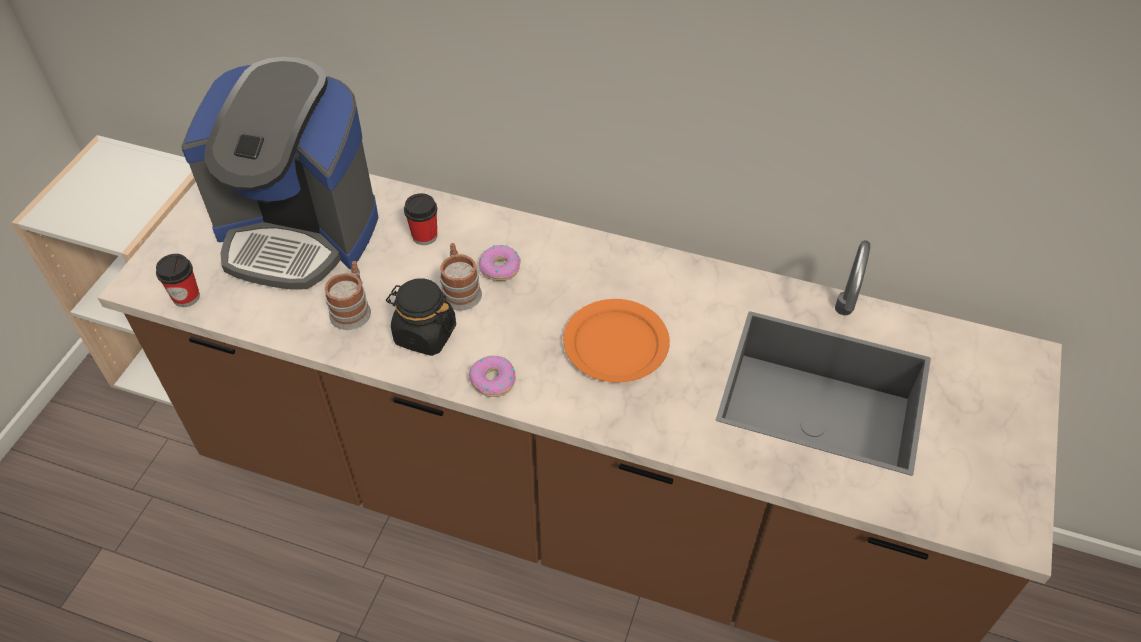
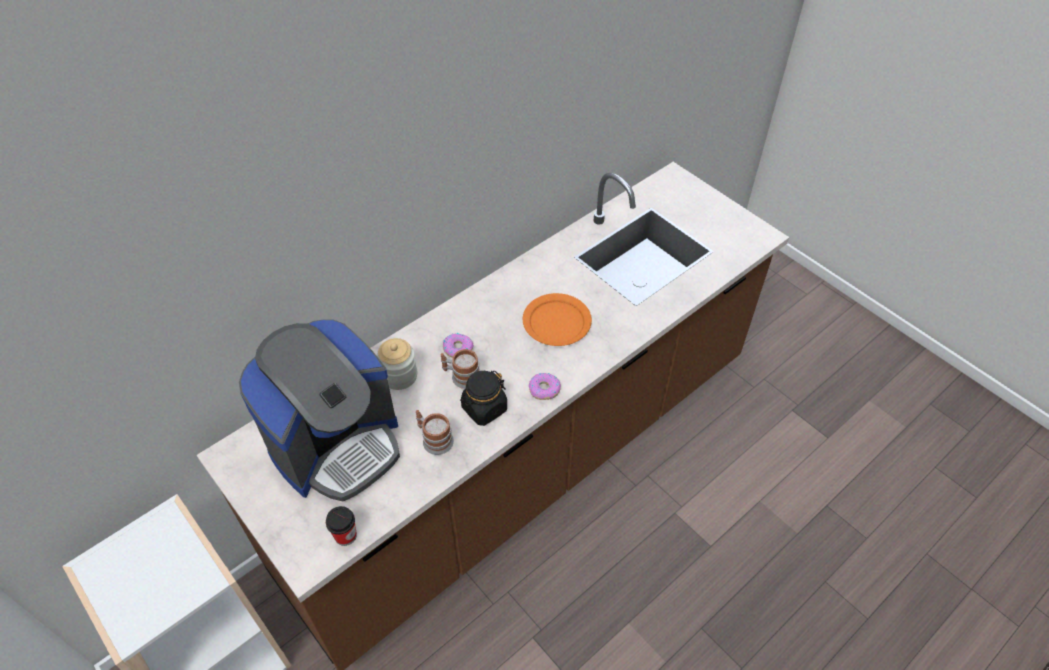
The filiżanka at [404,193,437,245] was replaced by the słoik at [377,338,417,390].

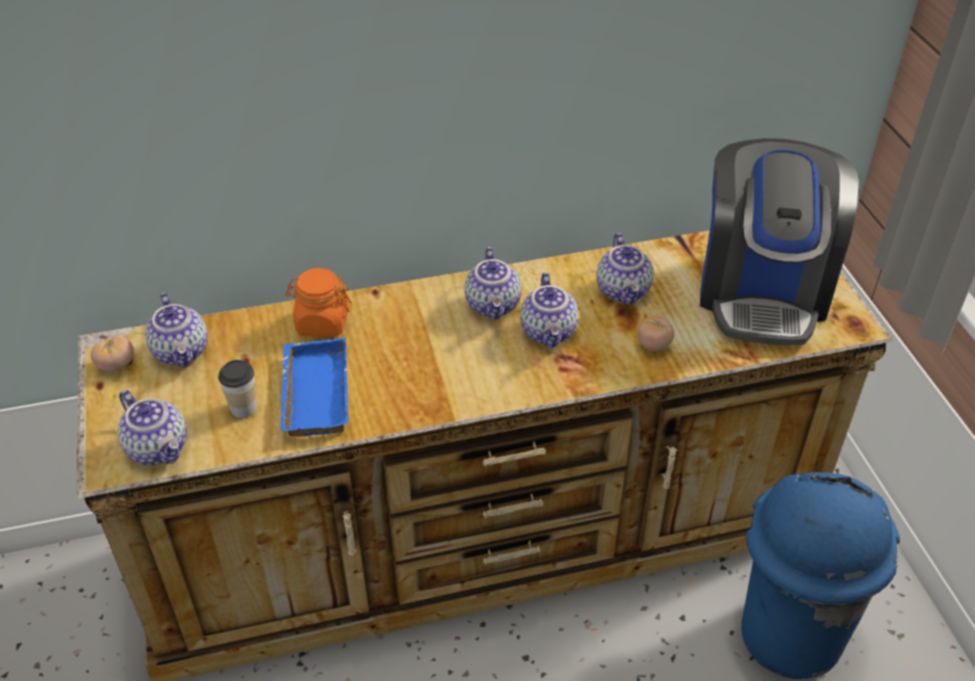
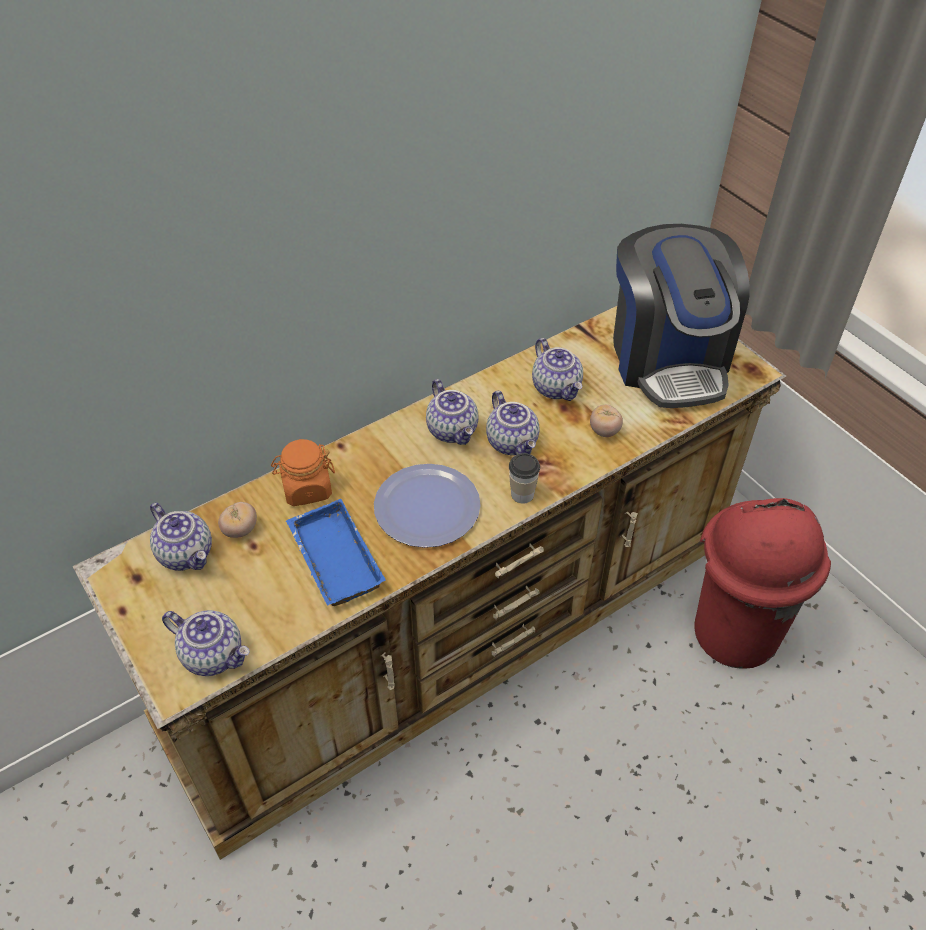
The talerz at [374,464,481,548] appeared. The pomidor moved from [91,336,134,371] to [218,502,257,538]. The filiżanka moved from [218,360,257,418] to [509,453,540,504]. The kosz na śmieci/niebieski at [741,472,900,679] became the kosz na śmieci/czerwony at [694,498,831,669].

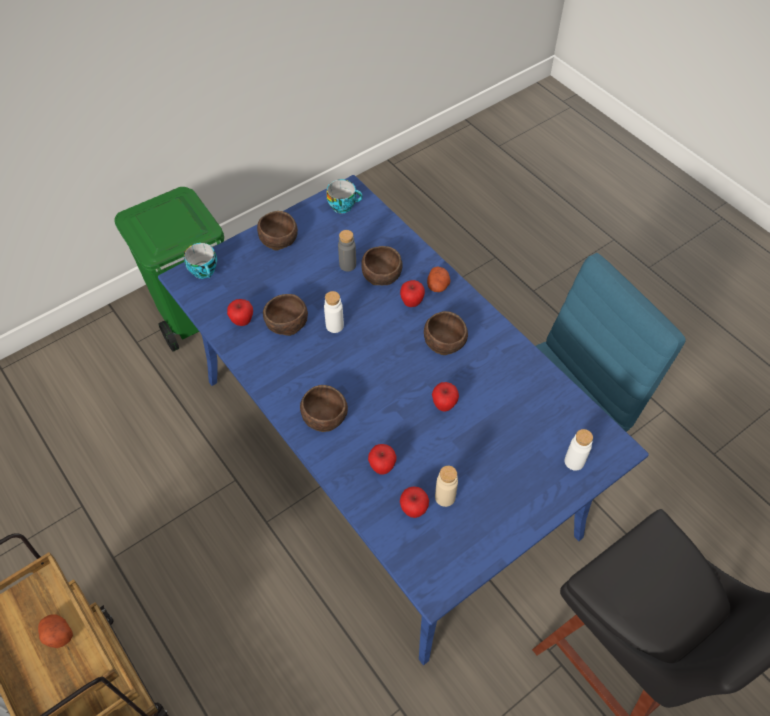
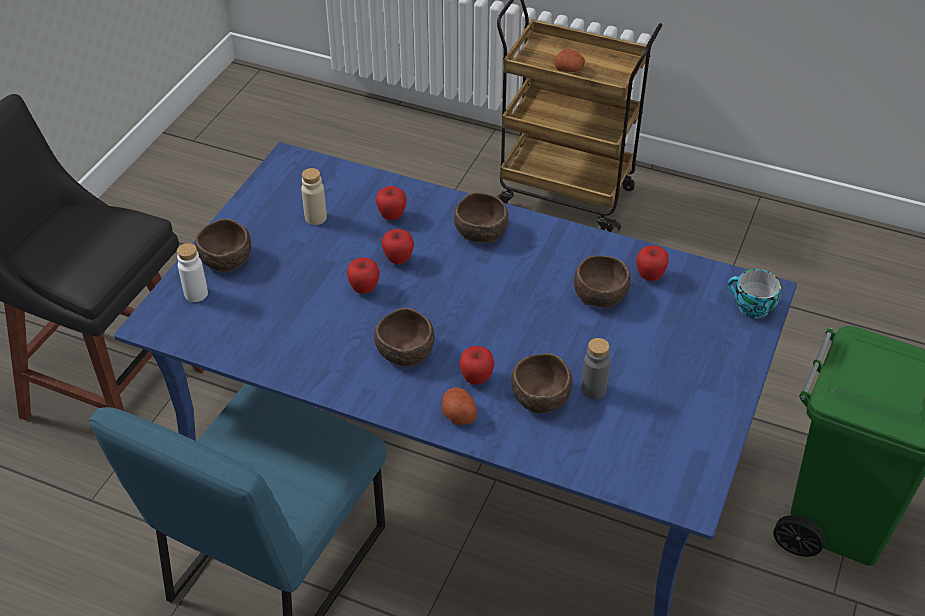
The butelka/biały at [324,291,344,333] disappeared. The filiżanka at [326,179,363,213] disappeared. The miska/brązowy moved from [257,211,298,250] to [195,219,251,272]. The jabłko moved from [400,487,429,518] to [382,229,414,264].

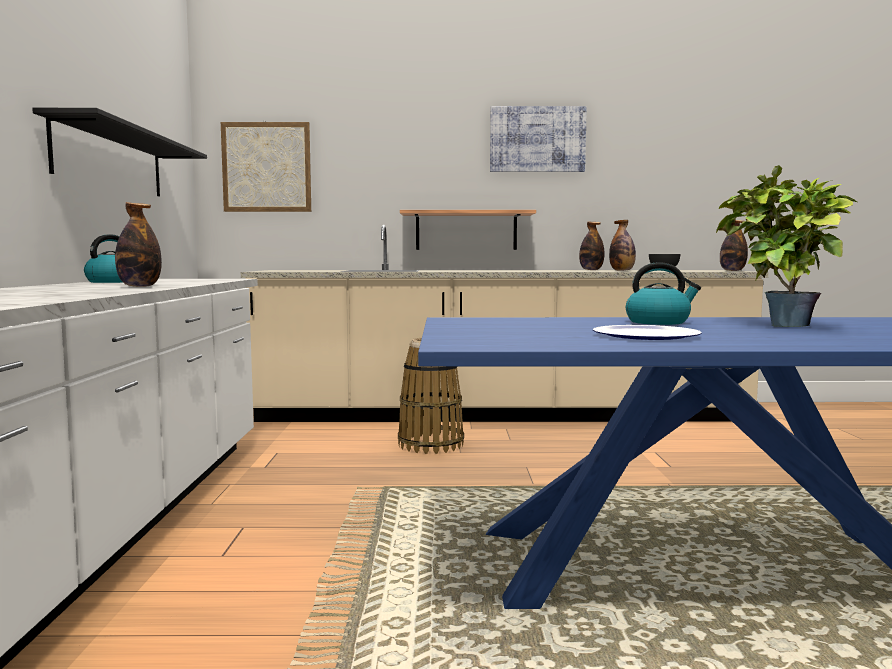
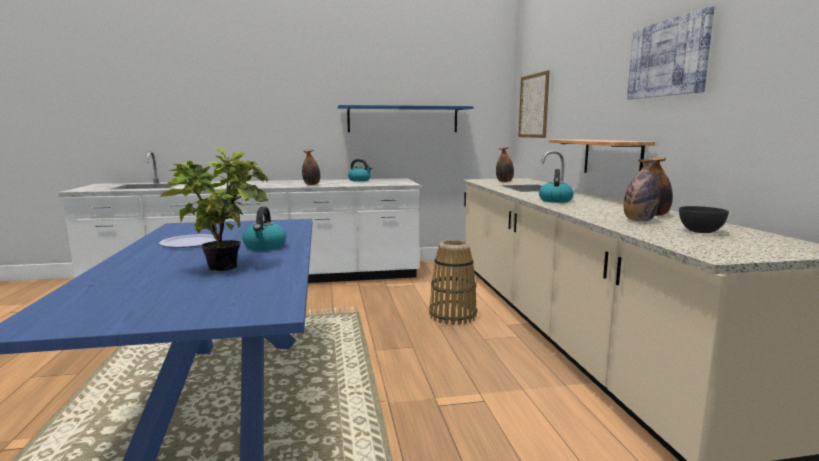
The czajnik at [539,169,574,203] appeared. The butelka moved from [720,220,748,271] to [496,147,514,182]. The półka/czarny at [32,108,207,196] became the półka/niebieski at [338,105,474,132].

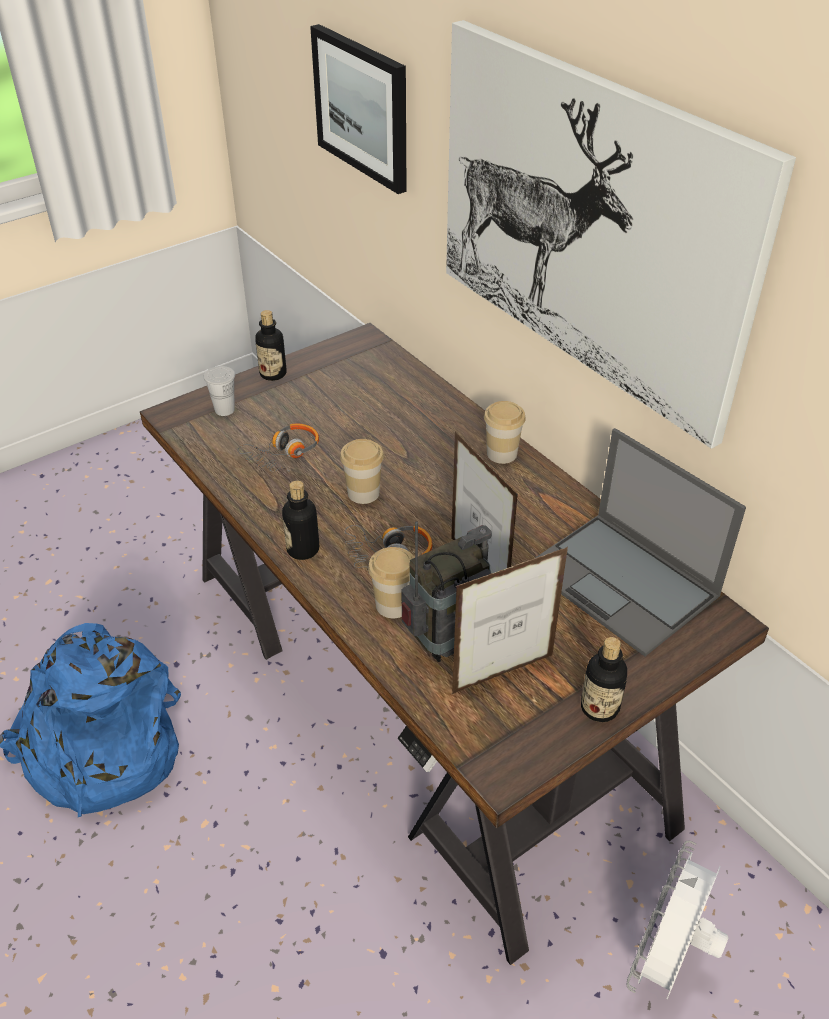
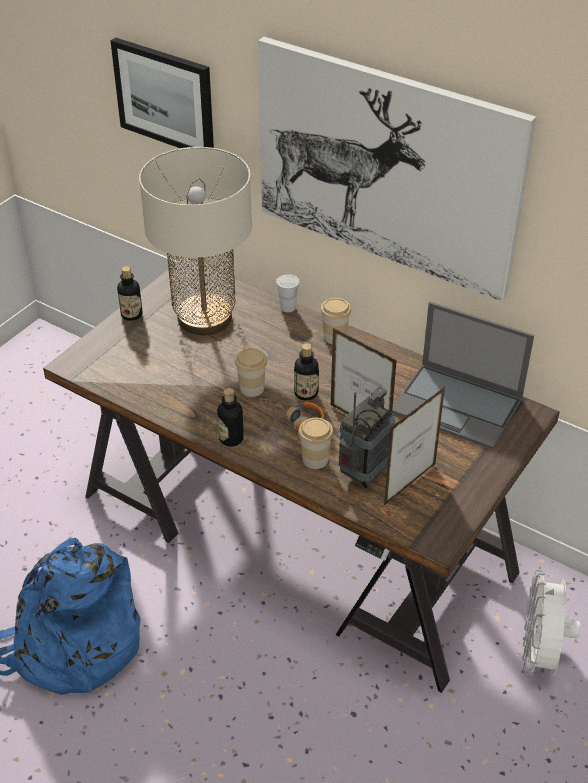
The słuchawki at [237,424,319,472] disappeared. The lampa stołowa at [139,147,252,335] appeared. The filiżanka/biały moved from [204,366,235,416] to [276,275,300,312]. The butelka moved from [581,637,627,722] to [294,343,319,401].

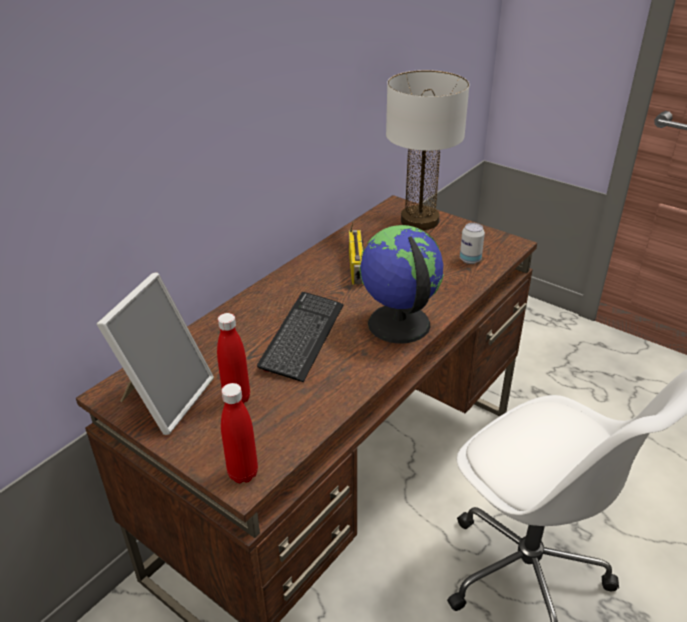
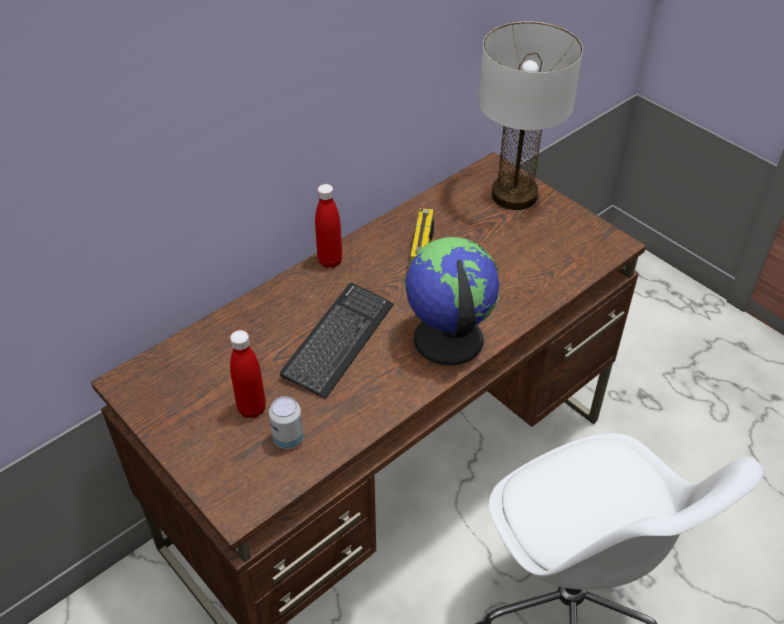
The ramka na zdjęcie at [97,272,214,435] disappeared. The butelka/czerwony moved from [221,383,258,483] to [315,184,342,268]. The puszka moved from [460,223,485,264] to [269,396,304,449].

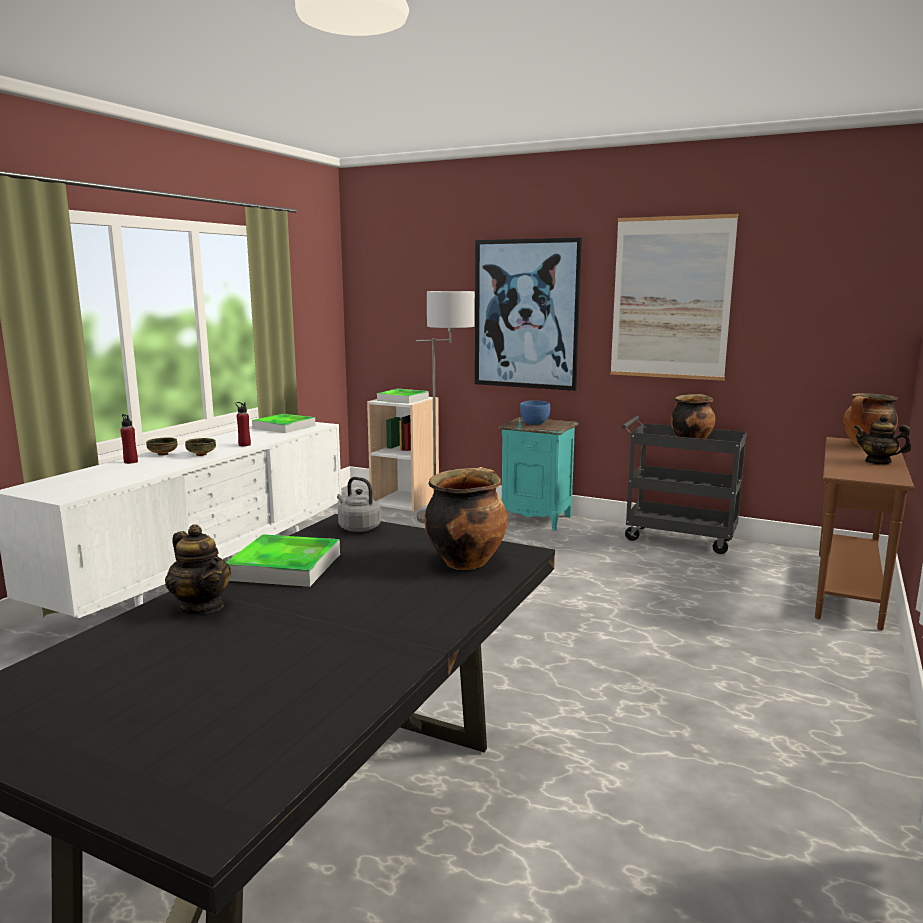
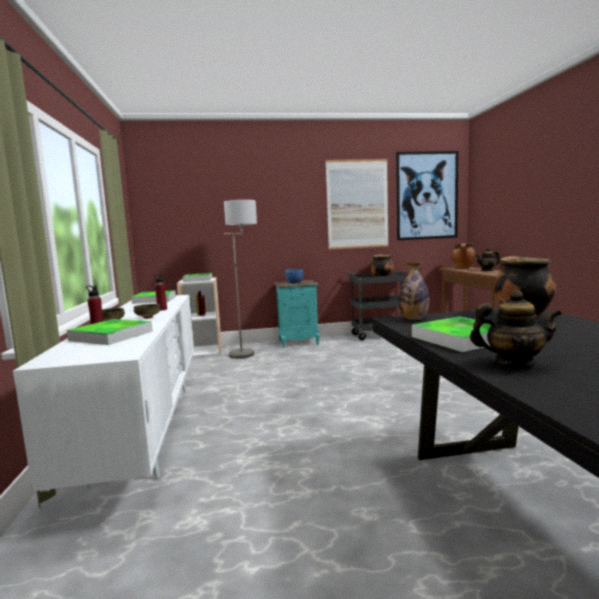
The taca at [67,319,153,345] appeared. The obraz moved from [475,238,582,391] to [396,151,458,240]. The czajnik/szary at [337,477,381,532] was replaced by the butelka at [399,262,430,320].

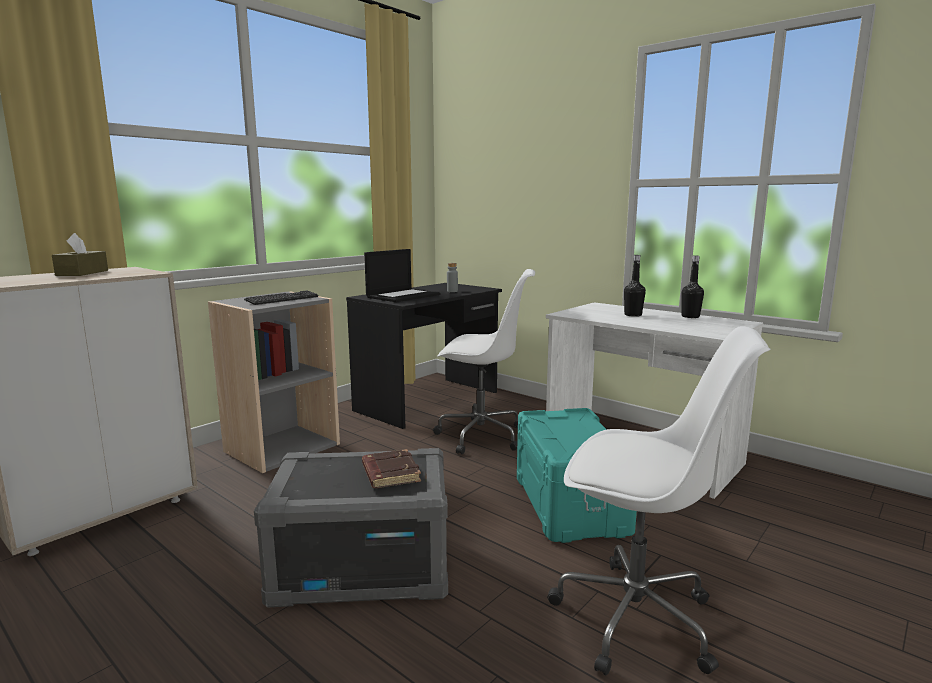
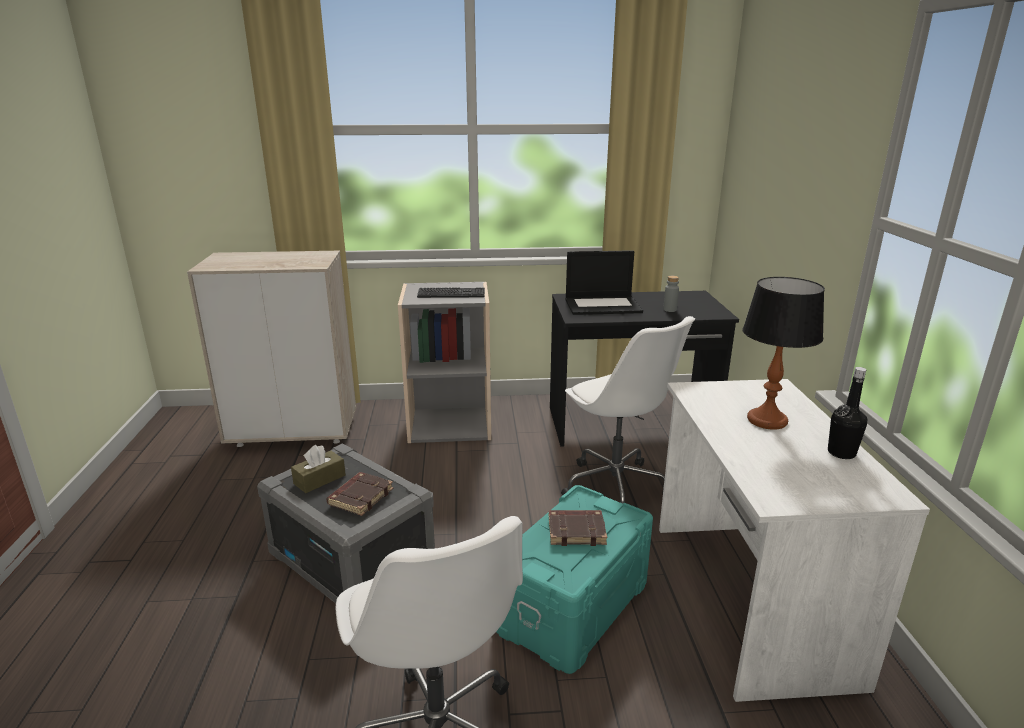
The książka/brązowy at [549,510,607,546] appeared. The pudełko chusteczek/brązowy moved from [52,233,108,276] to [291,445,346,493]. The butelka/czarny at [624,255,646,317] was replaced by the lampa stołowa at [742,277,825,430].

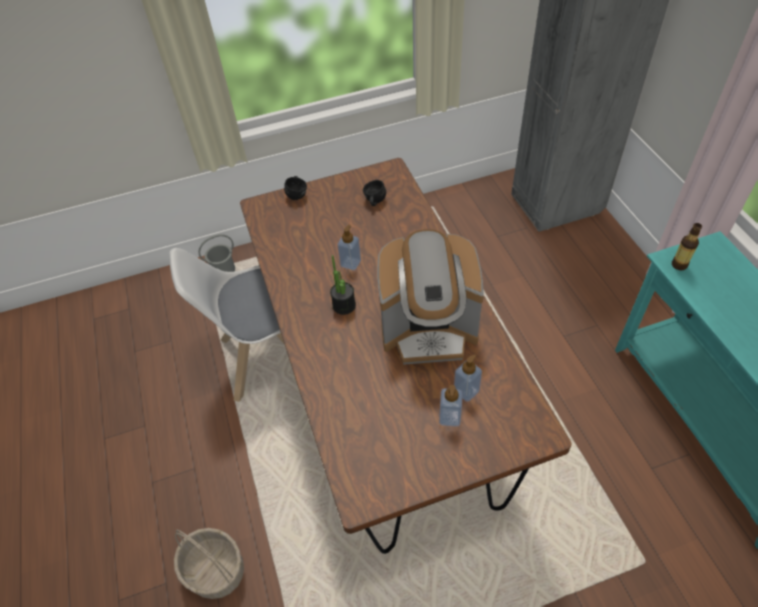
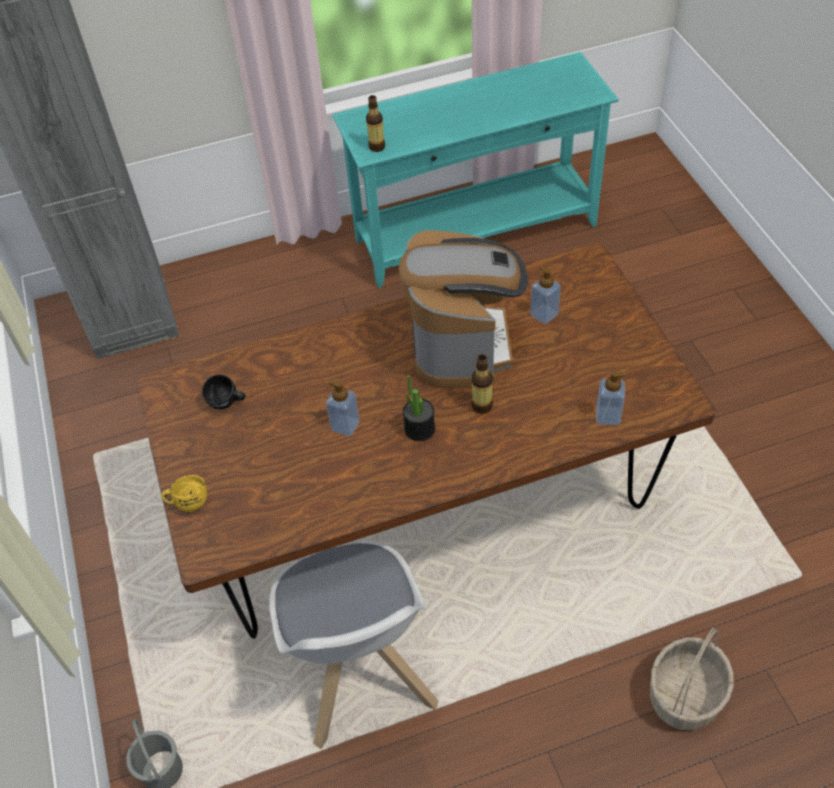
The butelka at [472,354,493,414] appeared. The dozownik mydła moved from [439,385,463,427] to [596,371,625,425]. The kubek/czarny at [284,176,307,200] became the kubek/żółty at [162,475,207,512].

